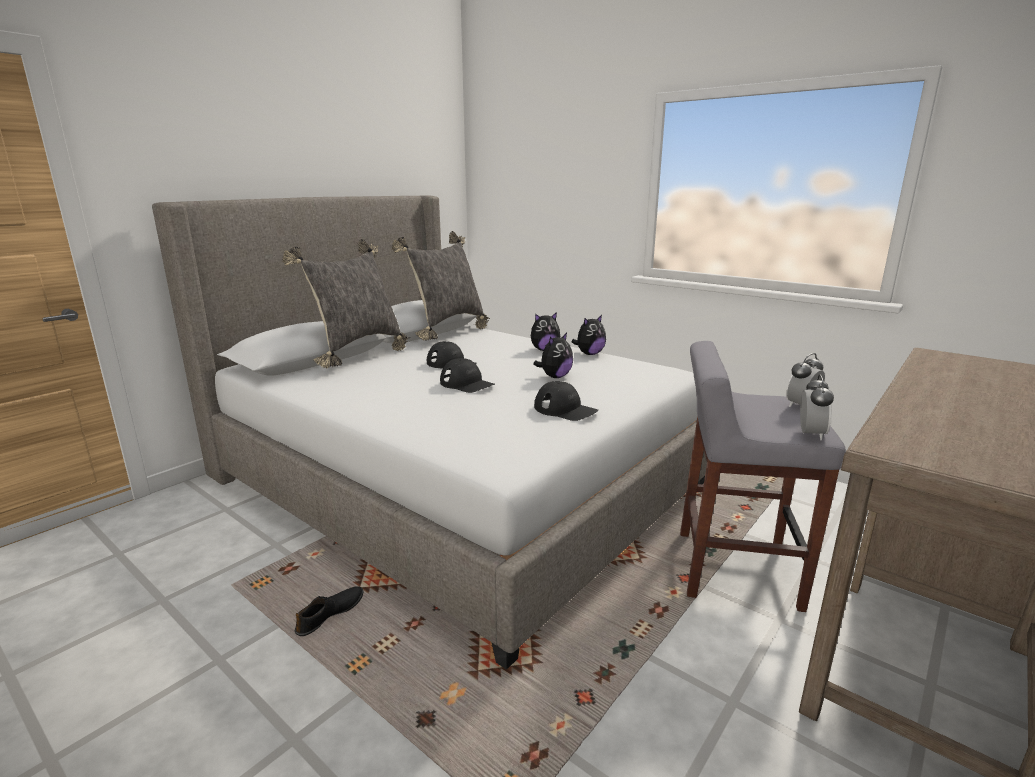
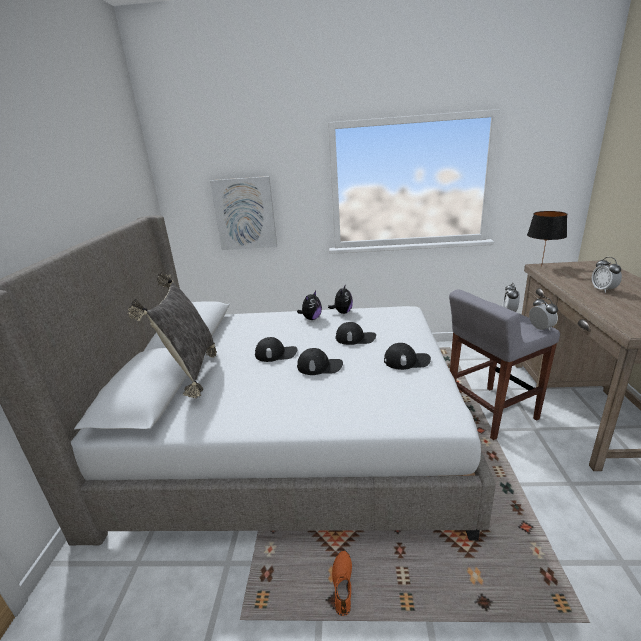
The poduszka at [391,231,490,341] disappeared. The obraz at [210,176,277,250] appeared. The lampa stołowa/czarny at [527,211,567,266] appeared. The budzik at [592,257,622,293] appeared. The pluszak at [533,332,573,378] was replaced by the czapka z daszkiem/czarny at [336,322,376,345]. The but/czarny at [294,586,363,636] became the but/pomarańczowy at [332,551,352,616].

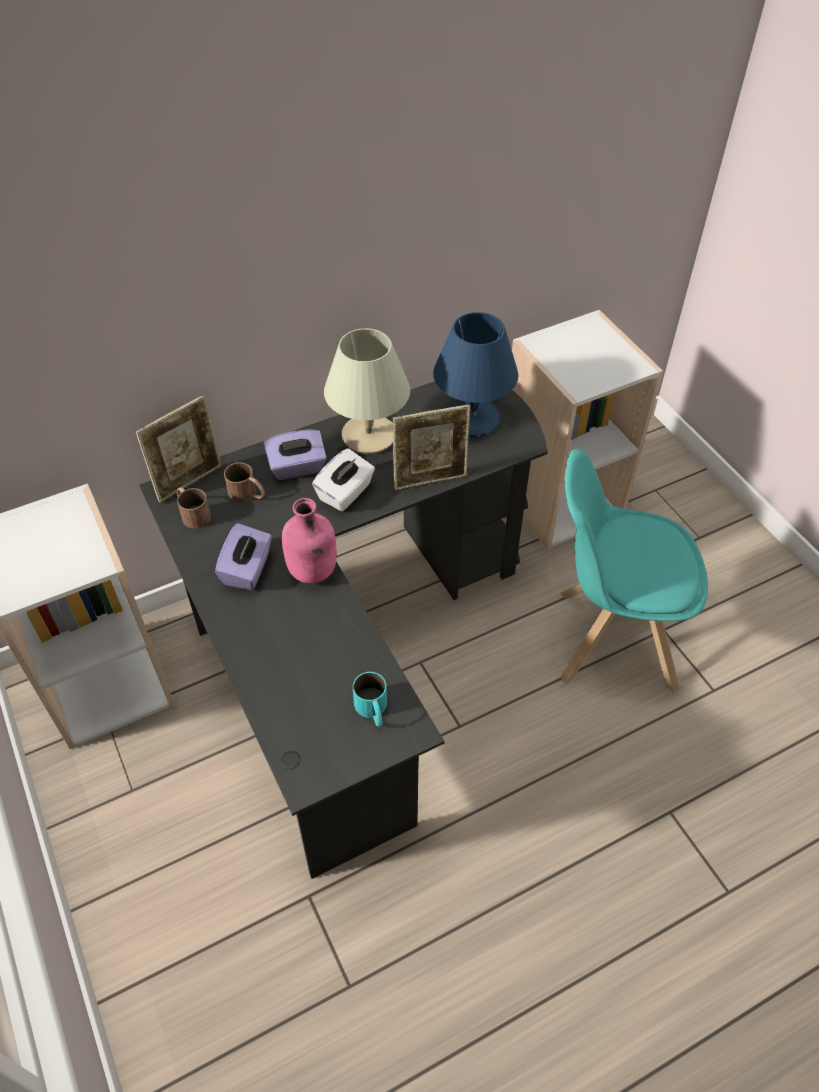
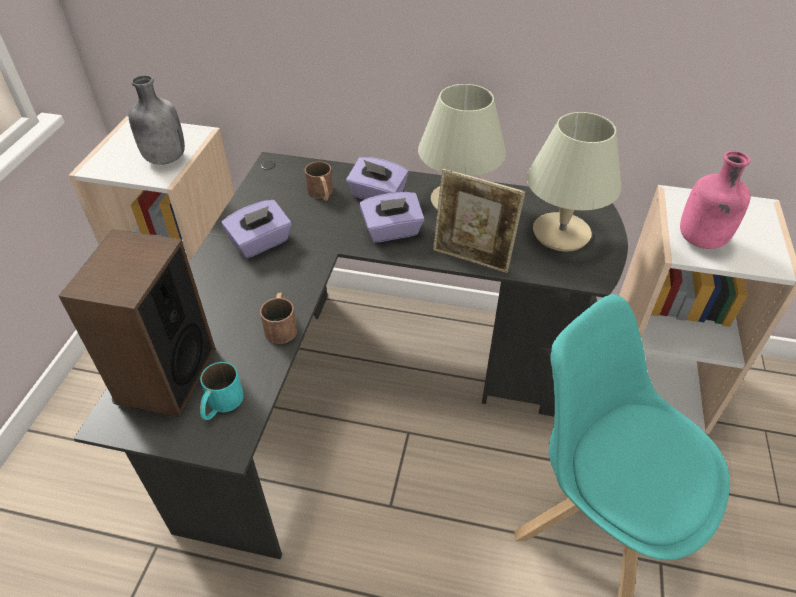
The ramka na zdjęcie at [136,395,222,503] disappeared. The głośnik at [59,229,216,417] appeared. The butelka/szary at [128,75,185,165] appeared. The kubek/brązowy moved from [177,487,211,529] to [260,292,297,344]. The butelka/różowy moved from [282,498,337,583] to [680,151,751,249]. The pudełko chusteczek/biały at [312,448,375,512] became the pudełko chusteczek/fioletowy at [359,192,424,243]. The lampa stołowa/niebieski at [433,312,518,437] became the lampa stołowa/beżowy at [527,112,621,252].

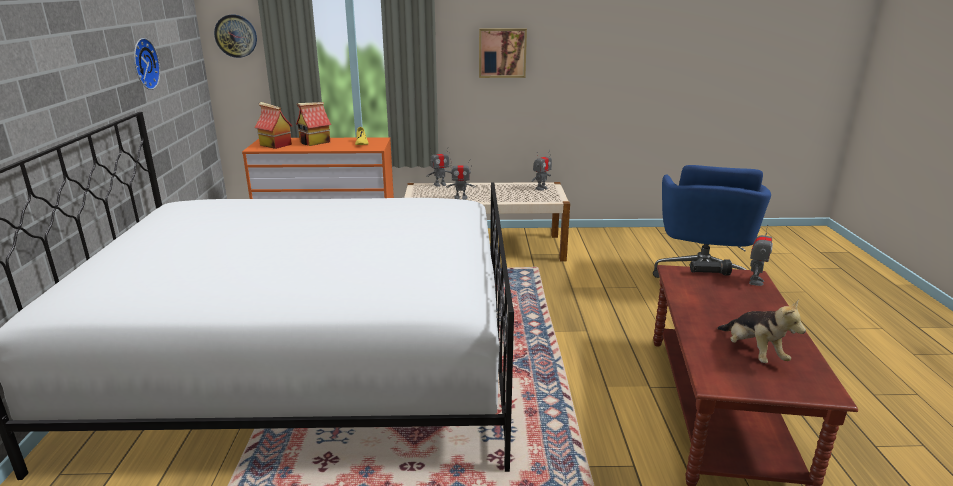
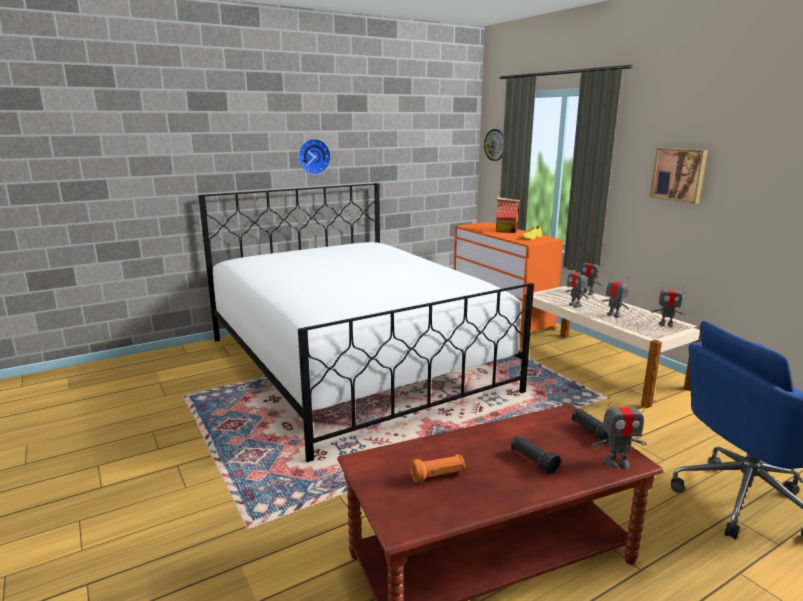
The domek at [255,102,292,149] disappeared. The latarka/czarny at [511,435,561,475] appeared. The robot zabawkowy at [601,276,630,318] appeared. The zegar ścienny moved from [134,38,160,90] to [298,139,331,175]. The pluszak at [717,299,806,363] was replaced by the latarka/pomarańczowy at [411,454,466,483].

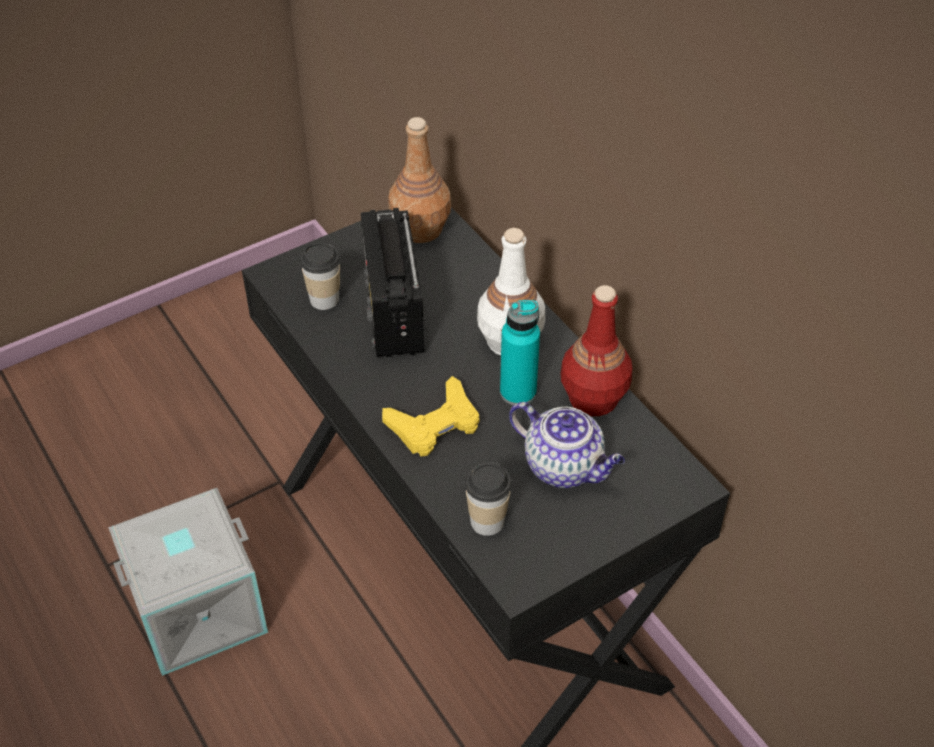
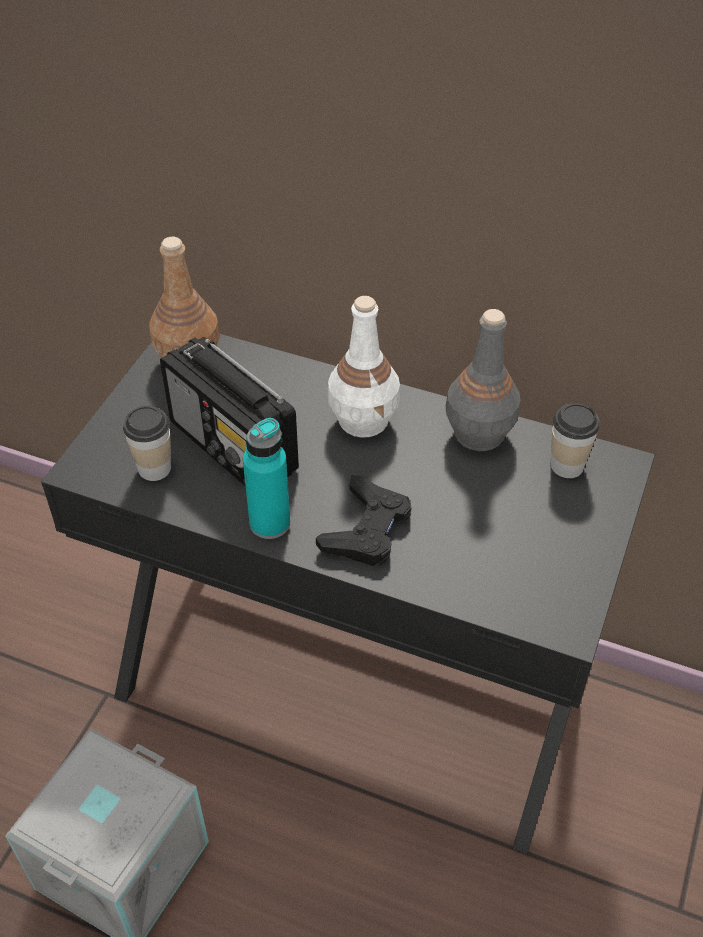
The imbryk at [509,402,625,488] disappeared. The filiżanka moved from [465,462,512,536] to [551,403,600,478]. The butelka/turkusowy moved from [500,300,540,405] to [243,418,290,539]. The pad do gier/żółty at [382,376,479,456] became the pad do gier/czarny at [316,475,411,566]. The butelka/czerwony at [560,285,632,416] became the butelka/szary at [446,309,520,451].

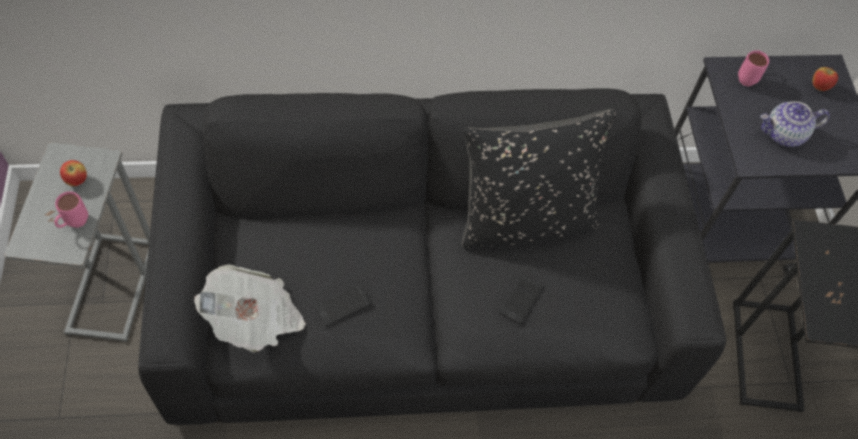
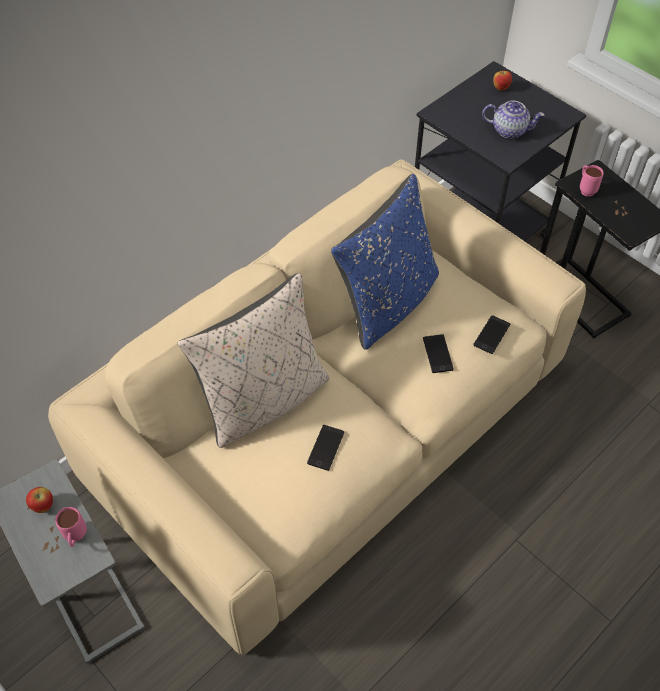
The gazeta at [194,264,306,352] disappeared. The poduszka/beżowy at [177,273,329,448] appeared. The telefon at [473,315,510,354] appeared. The kubek/różowy moved from [738,50,769,86] to [580,165,604,197]. The kanapa/czarny at [138,88,726,425] became the kanapa/beżowy at [48,160,586,655]. The poduszka/czarny at [462,109,616,248] became the poduszka/niebieski at [331,174,439,349]. The imbryk at [760,101,830,147] turned 120 degrees counterclockwise.

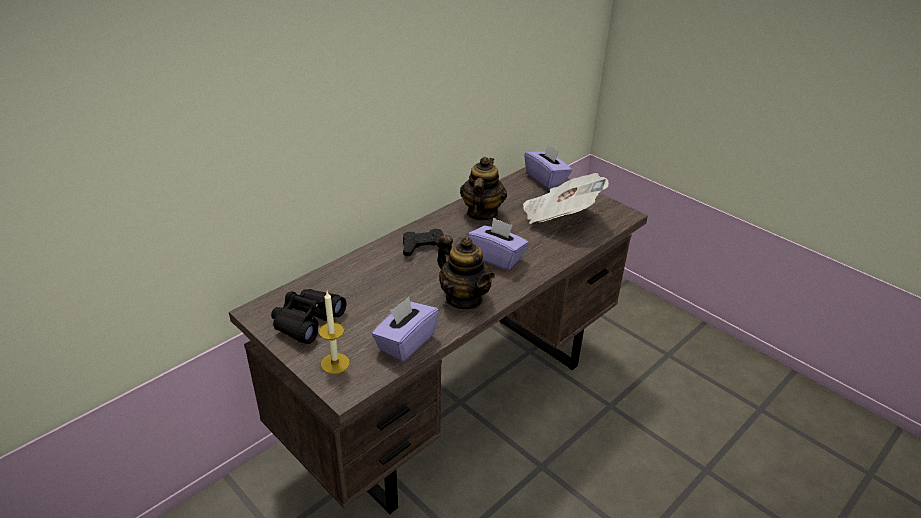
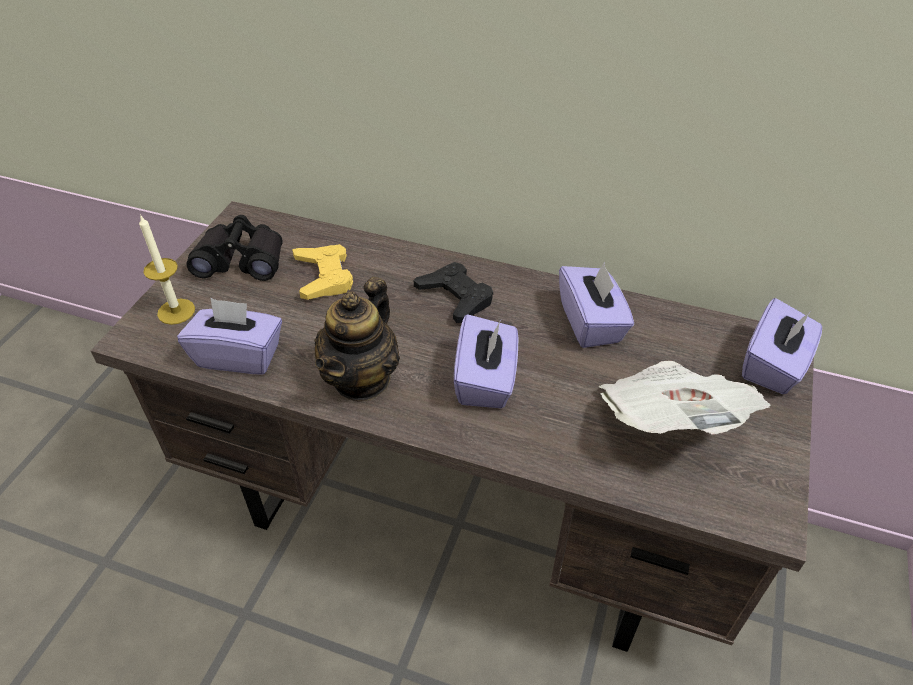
The pad do gier/żółty at [292,244,353,300] appeared. The imbryk at [460,157,507,221] was replaced by the pudełko chusteczek/fioletowy at [559,263,634,348].

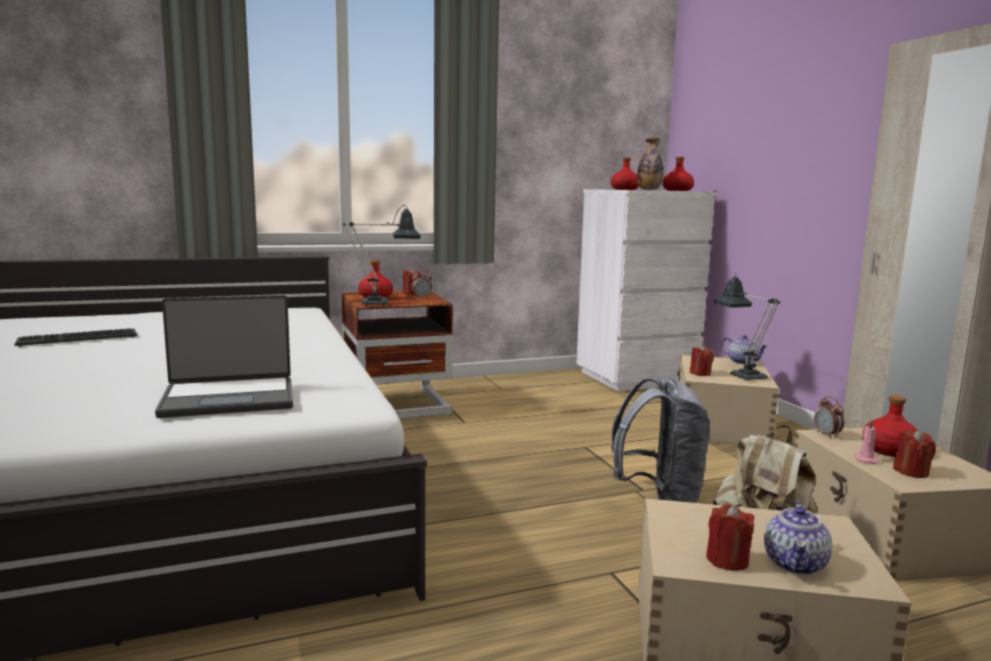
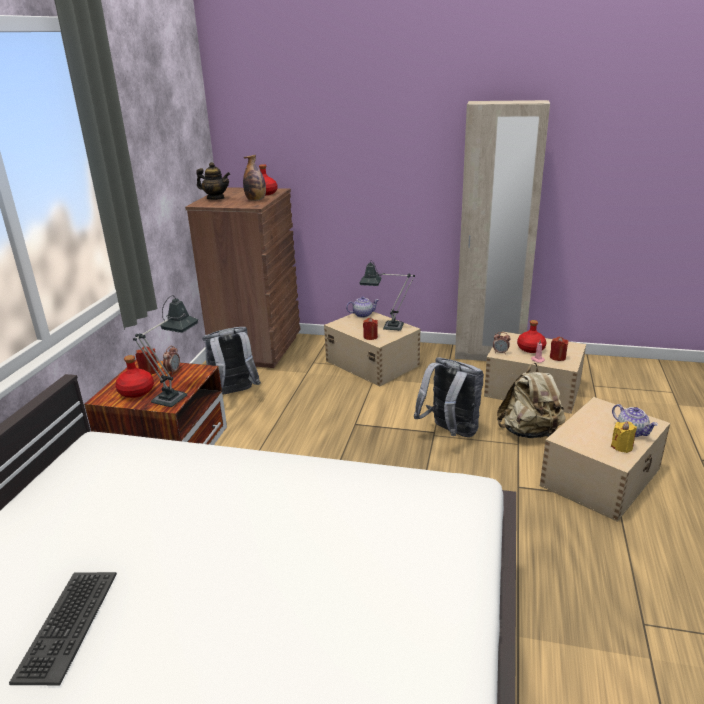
The laptop at [155,295,293,418] disappeared. The plecak/szary at [202,327,261,395] appeared. The butelka/czerwony at [611,157,639,190] was replaced by the imbryk at [197,162,230,200]. The komoda/biały at [576,189,717,391] became the komoda/brązowy at [185,187,301,368]. The świeca/czerwony at [706,504,755,571] became the świeca/żółty at [611,422,637,453].

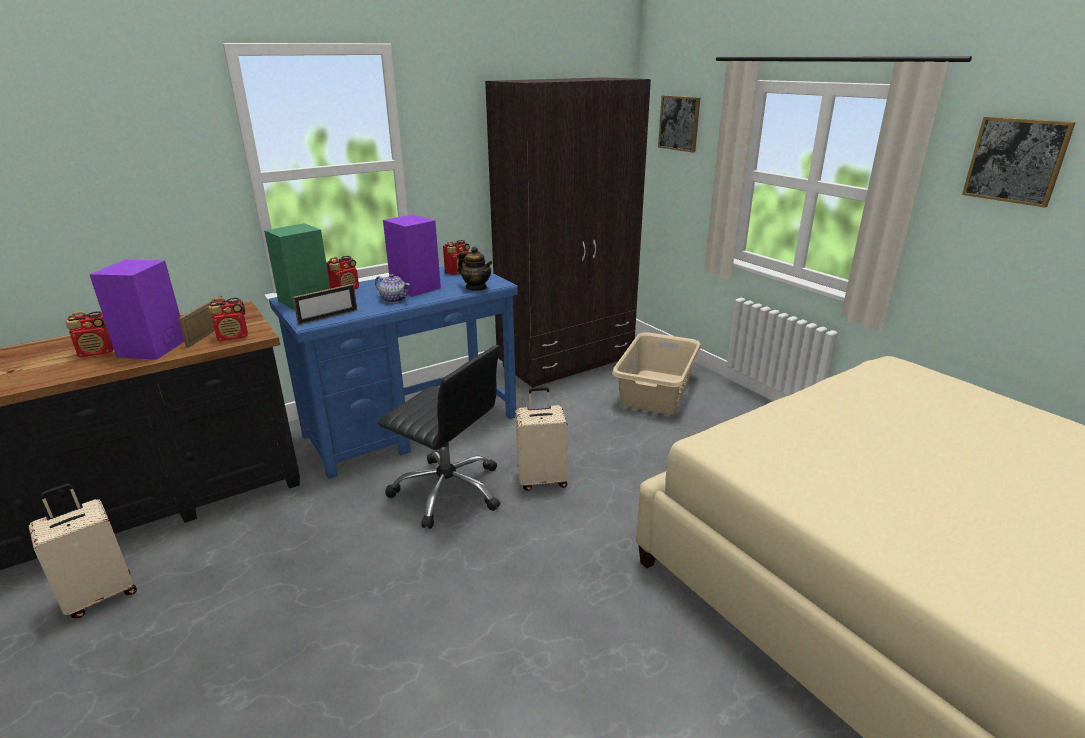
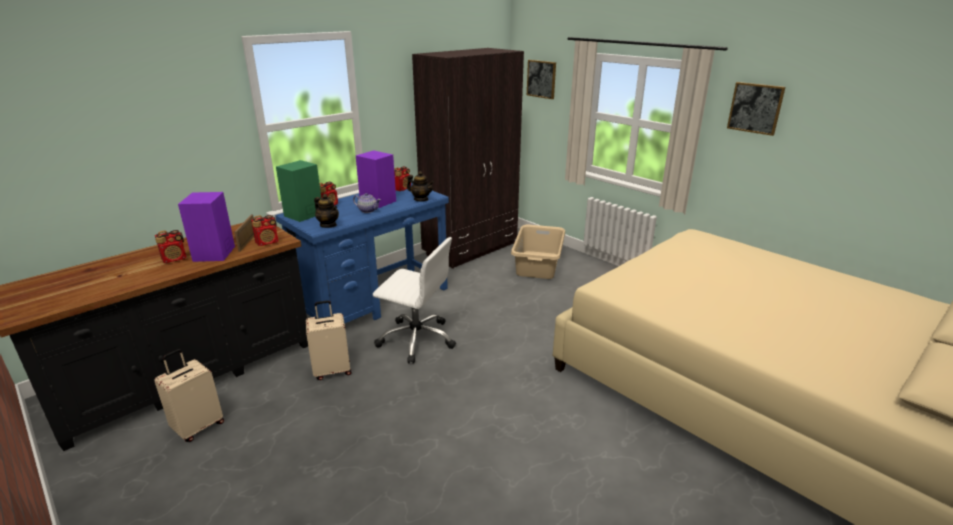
The walizka/beżowy moved from [515,387,568,491] to [306,300,352,380]. The ramka na zdjęcie at [293,284,358,325] was replaced by the imbryk at [314,194,339,228]. The krzesło biurowe/czarny at [378,345,500,529] became the krzesło biurowe/biały at [373,237,456,363].

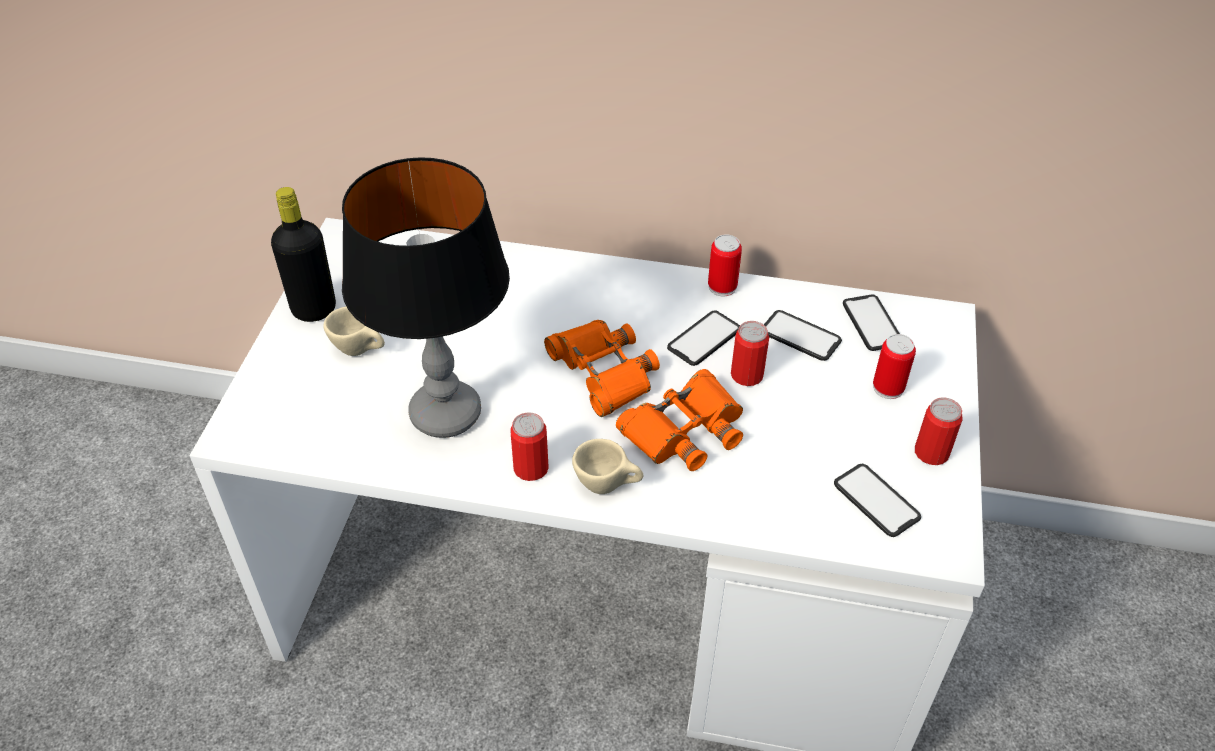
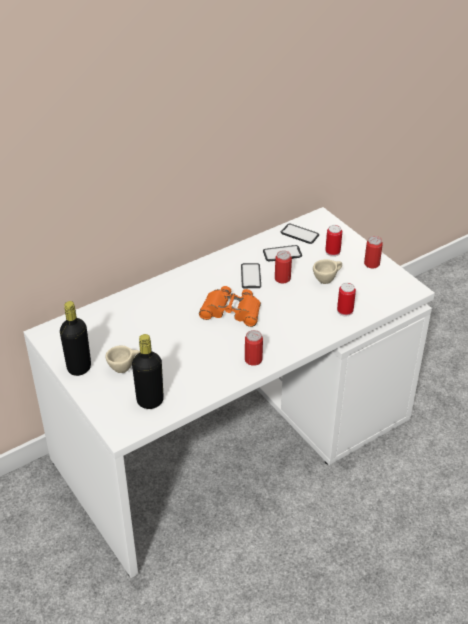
The lampa stołowa at [342,157,510,438] disappeared. The lornetka/pomarańczowy at [616,369,743,471] disappeared. The telefon at [834,464,921,537] disappeared. The butelka/czarny at [132,334,164,409] appeared. The filiżanka/beżowy moved from [572,439,643,494] to [313,259,342,284]. The puszka moved from [708,234,742,296] to [337,283,356,317].

